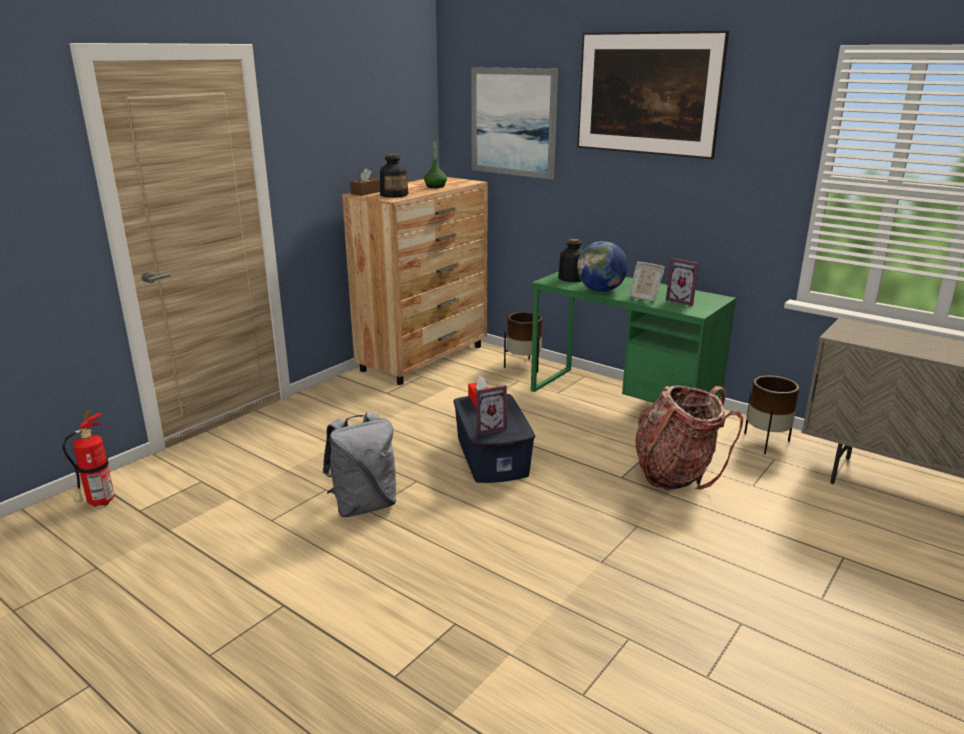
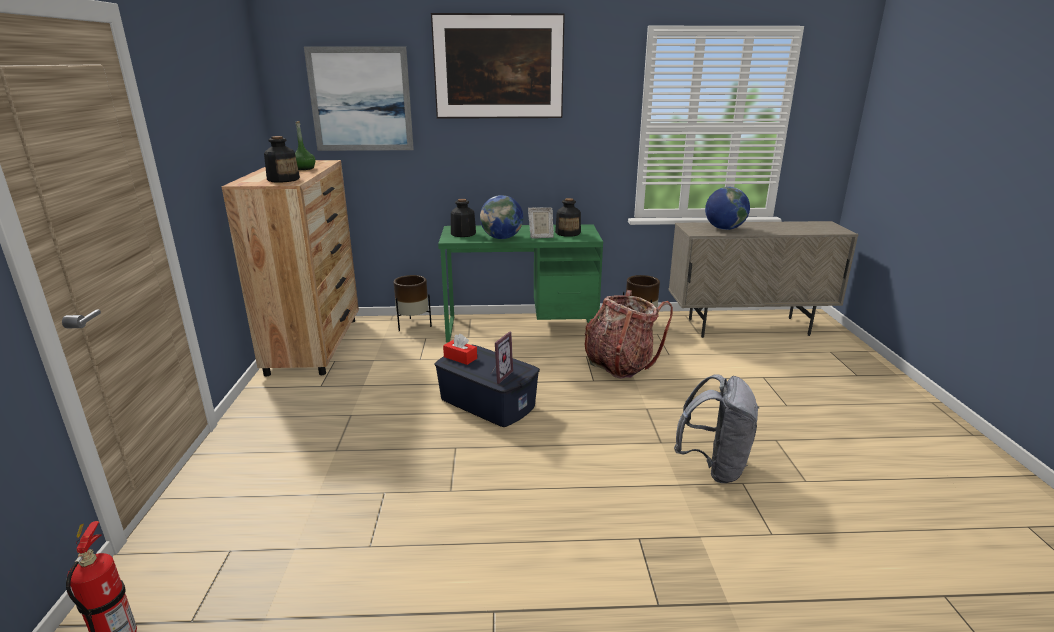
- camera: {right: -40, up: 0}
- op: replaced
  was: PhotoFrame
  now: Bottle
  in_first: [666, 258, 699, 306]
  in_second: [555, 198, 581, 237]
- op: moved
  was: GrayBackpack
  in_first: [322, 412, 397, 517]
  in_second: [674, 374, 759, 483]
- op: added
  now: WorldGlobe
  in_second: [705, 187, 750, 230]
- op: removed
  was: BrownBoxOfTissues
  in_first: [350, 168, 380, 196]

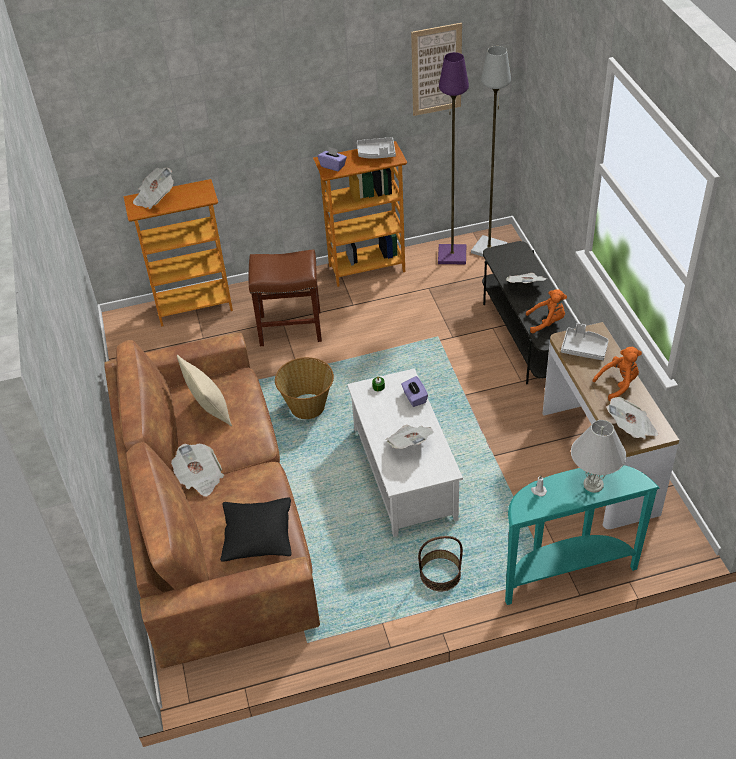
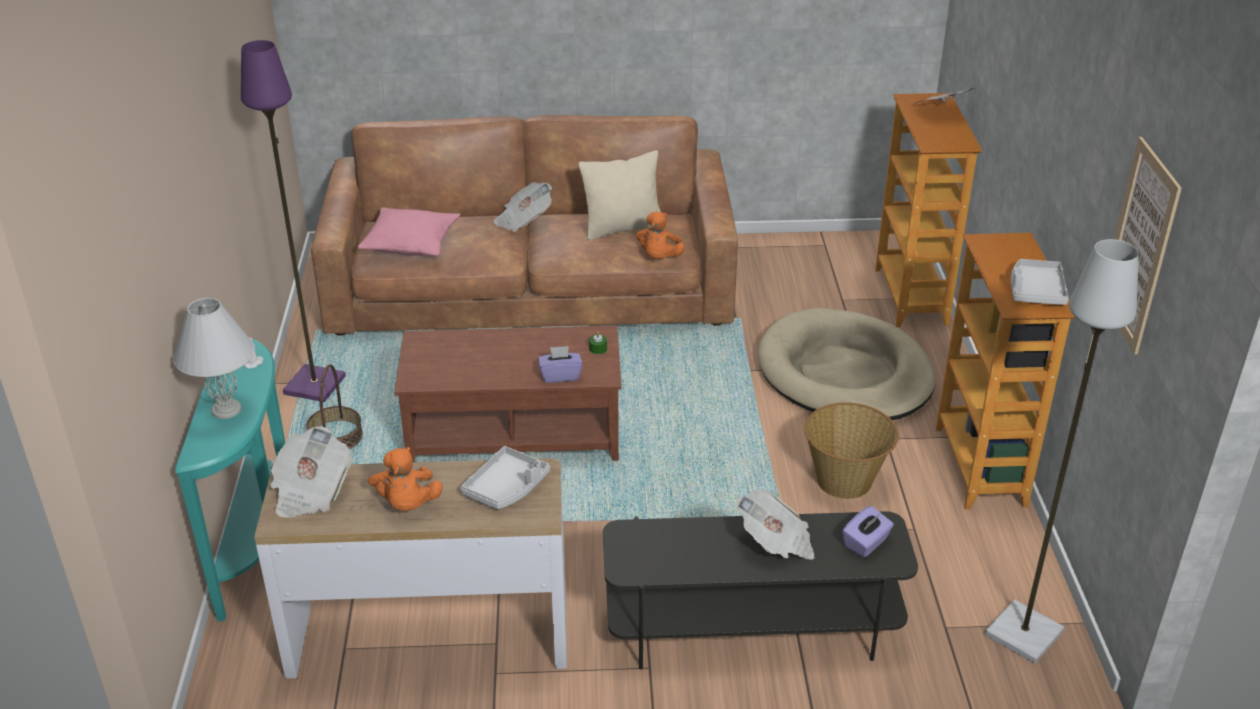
- camera: {right: 100, up: -10}
- op: moved
  was: PurpleColouredFloorLamp
  in_first: [438, 52, 469, 264]
  in_second: [241, 40, 346, 402]
- op: recoloured
  was: BlackishPillow
  now: PinkPillow
  in_first: [220, 497, 292, 562]
  in_second: [358, 207, 460, 256]
- op: recoloured
  was: WhiteLoungeTable
  now: BrownLoungeTable
  in_first: [347, 368, 463, 537]
  in_second: [394, 325, 622, 462]
- op: moved
  was: OrangeyPlushToy
  in_first: [526, 289, 567, 333]
  in_second: [636, 211, 685, 259]
- op: replaced
  was: BrownSittingStool
  now: BeigePetBed
  in_first: [249, 249, 322, 346]
  in_second: [758, 308, 936, 420]
- op: moved
  was: Basket
  in_first: [275, 357, 334, 419]
  in_second: [804, 402, 899, 499]
- op: moved
  was: PurpleColouredBoxOfTissues
  in_first: [318, 147, 347, 171]
  in_second: [842, 506, 894, 558]
- op: removed
  was: Newspaper
  in_first: [386, 425, 434, 449]

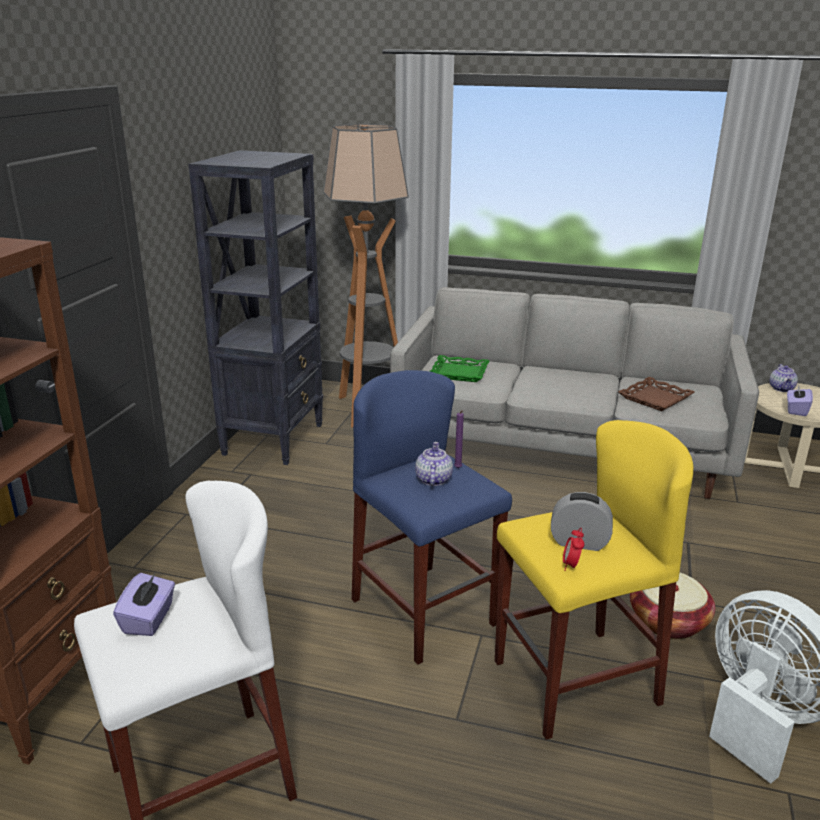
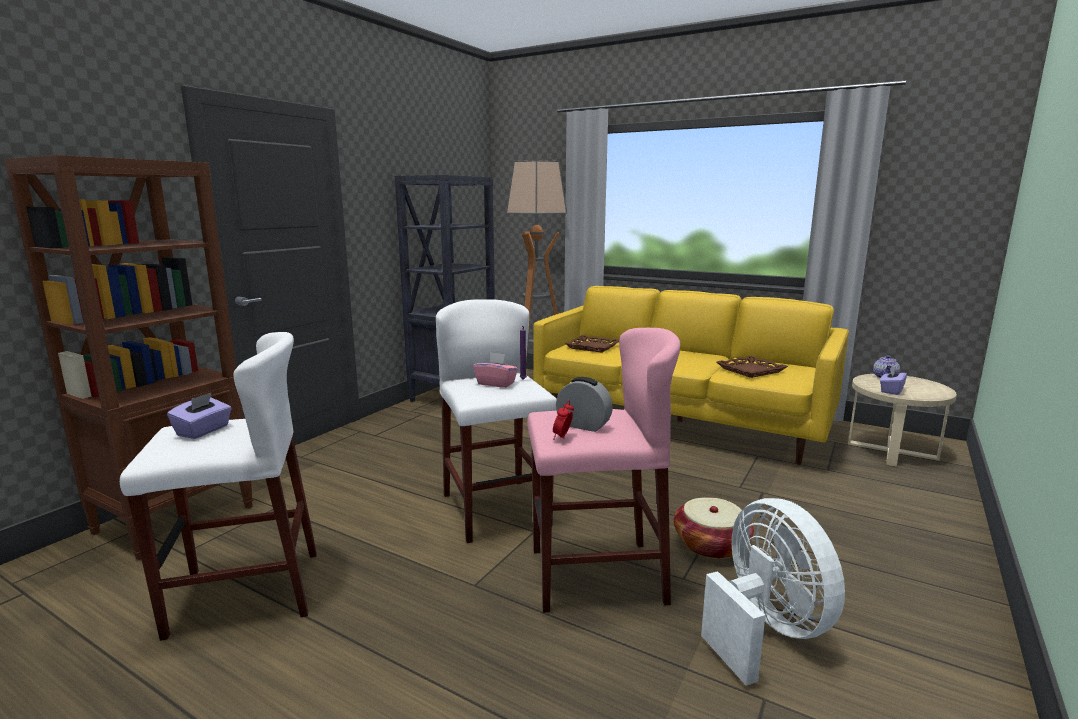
- camera: {right: 15, up: -10}
- op: recoloured
  was: BlueColouredSittingStool
  now: WhiteSittingStool
  in_first: [352, 370, 512, 665]
  in_second: [436, 299, 556, 543]
- op: replaced
  was: PotForTea
  now: PinkBoxOfTissues
  in_first: [415, 442, 453, 486]
  in_second: [473, 353, 518, 388]
- op: recoloured
  was: YellowSittingStool
  now: PinkSittingStool
  in_first: [495, 420, 693, 740]
  in_second: [527, 328, 681, 613]
- op: recoloured
  was: GraySettee
  now: YellowSettee
  in_first: [390, 287, 759, 499]
  in_second: [533, 286, 849, 465]
- op: recoloured
  was: GreenishTray
  now: BrownTray
  in_first: [430, 355, 490, 382]
  in_second: [565, 335, 619, 353]

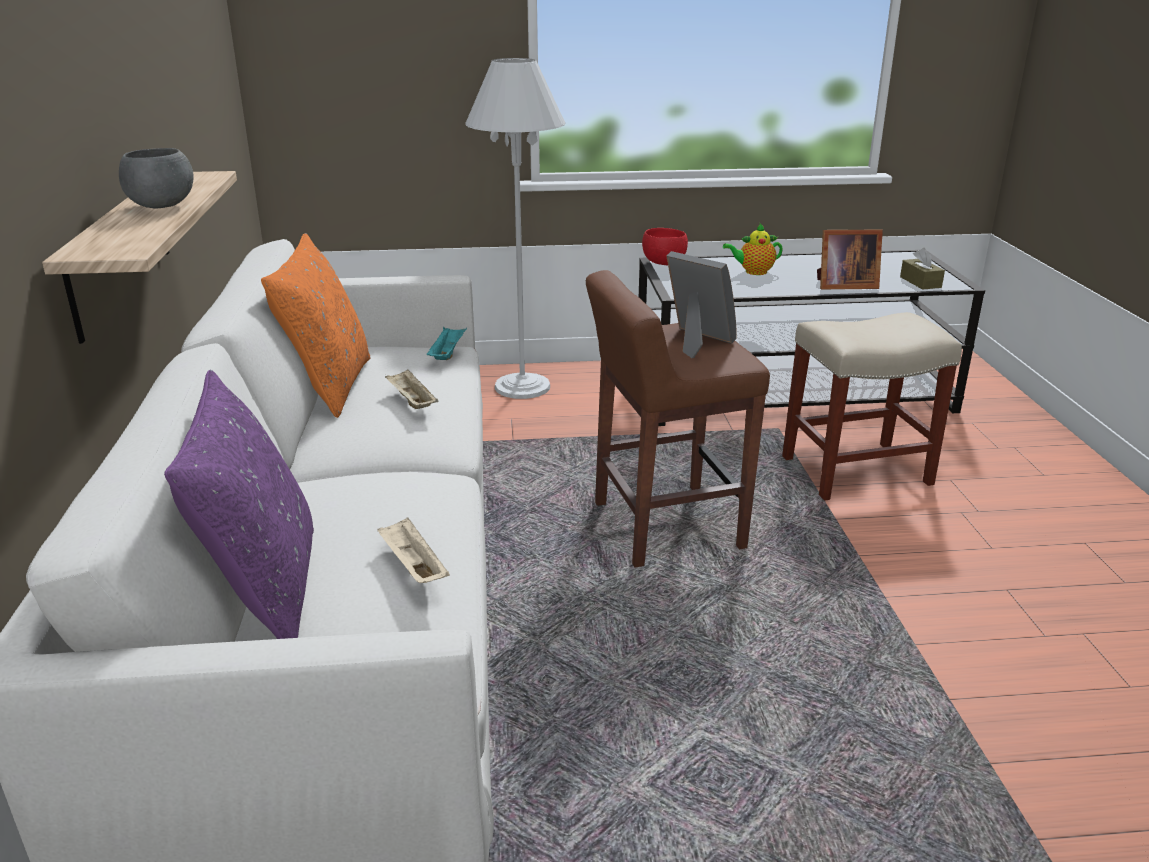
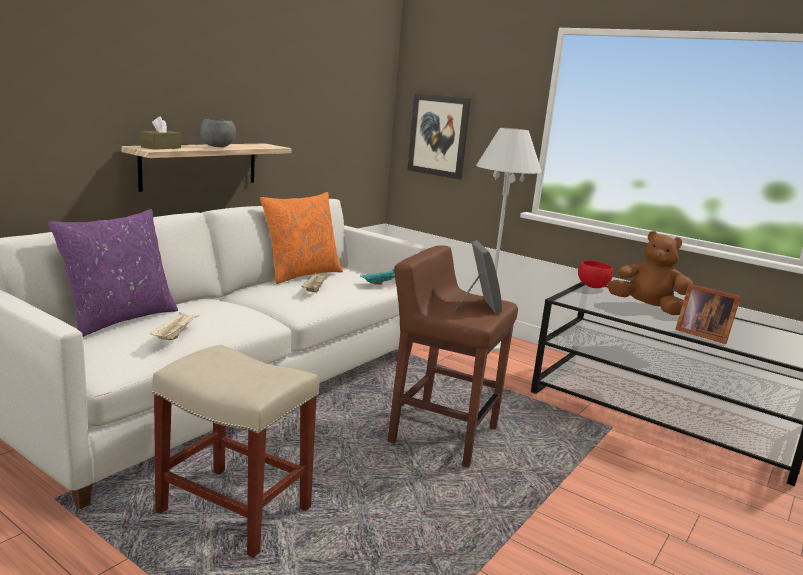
- camera: {right: 40, up: -10}
- op: moved
  was: BrownBoxOfTissues
  in_first: [900, 248, 945, 290]
  in_second: [141, 117, 181, 150]
- op: moved
  was: BeigeSittingStool
  in_first: [782, 312, 962, 501]
  in_second: [152, 345, 319, 558]
- op: added
  now: Picture
  in_second: [407, 93, 471, 179]
- op: replaced
  was: PotForTea
  now: BrownPlushToy
  in_first: [723, 224, 783, 275]
  in_second: [607, 231, 693, 315]

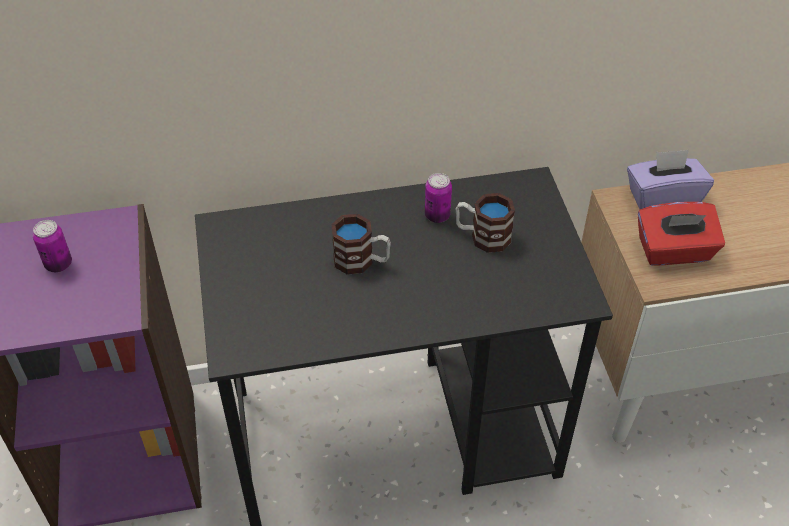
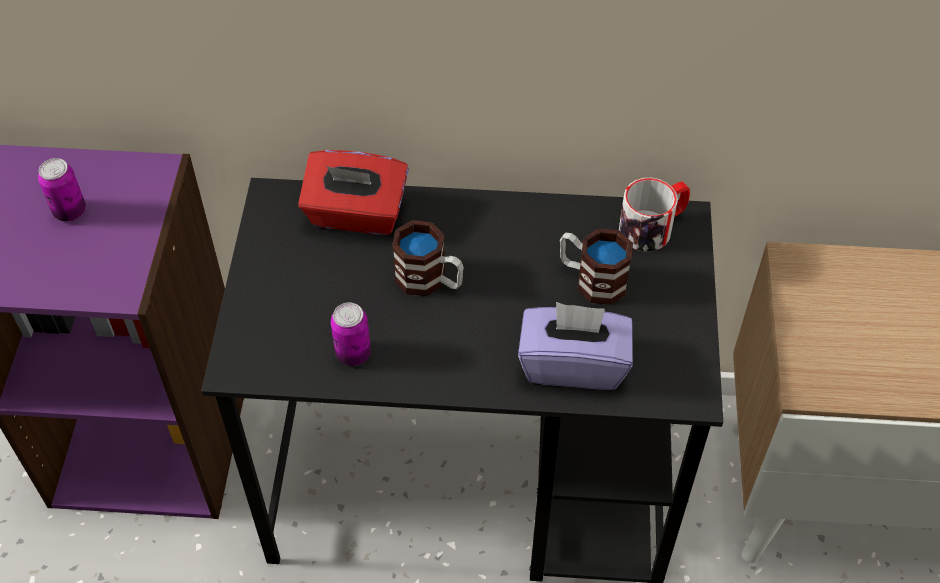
- camera: {right: 15, up: 5}
- op: moved
  was: RedBoxOfTissues
  in_first: [638, 202, 725, 266]
  in_second: [298, 150, 409, 235]
- op: moved
  was: Can
  in_first: [425, 173, 452, 223]
  in_second: [331, 302, 371, 366]
- op: moved
  was: PurpleColouredBoxOfTissues
  in_first: [627, 150, 714, 209]
  in_second: [518, 302, 633, 390]
- op: added
  now: TeaMug
  in_second: [619, 178, 690, 252]

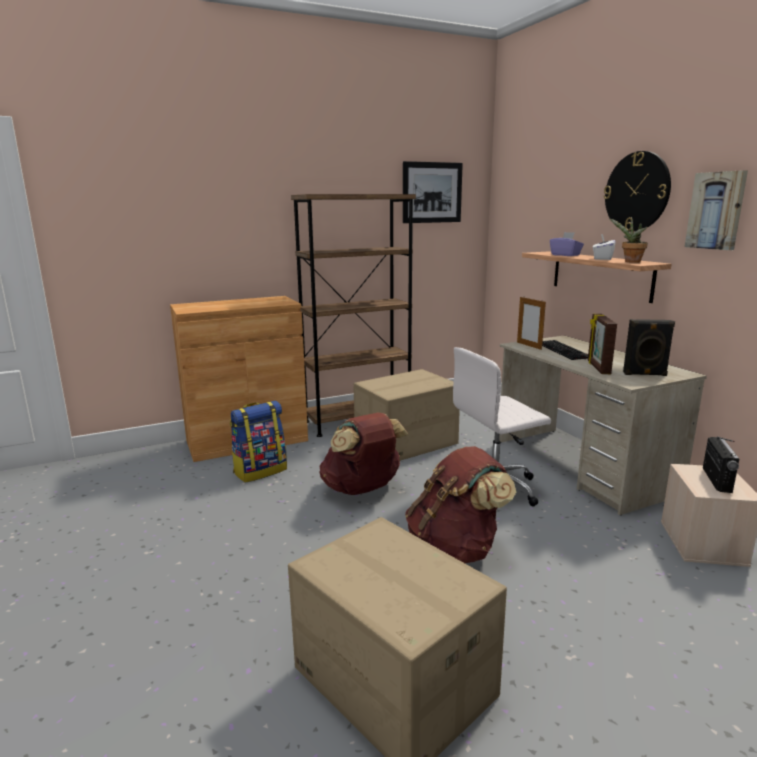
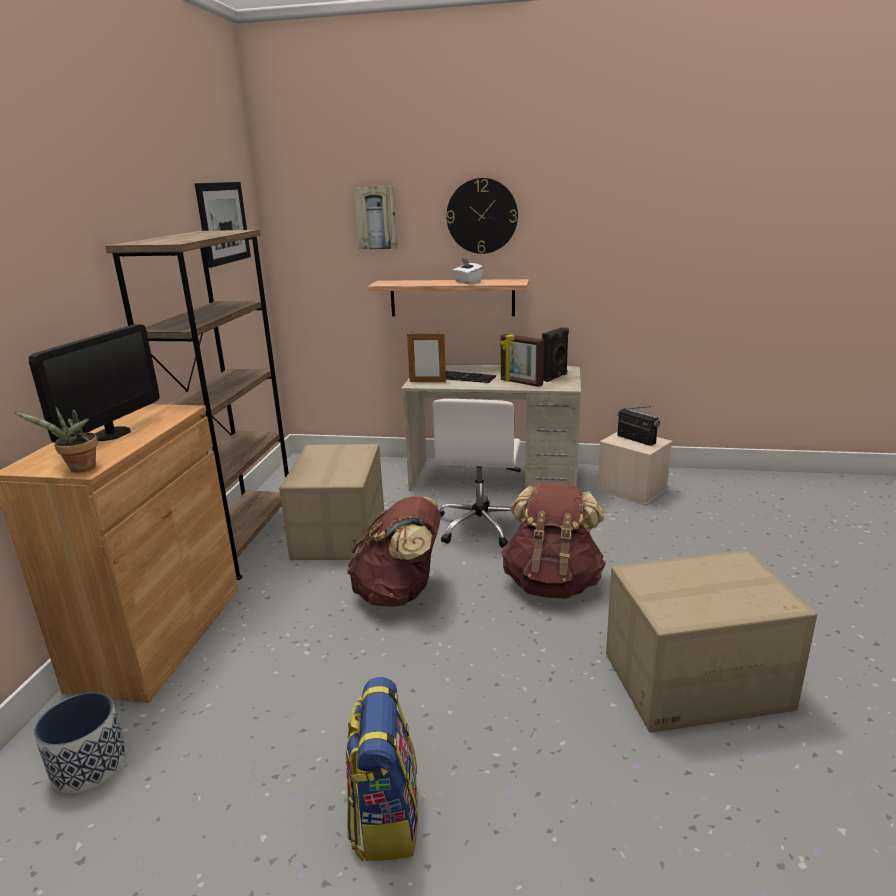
- camera: {right: -55, up: 5}
- op: moved
  was: PlantInAPot
  in_first: [609, 218, 648, 263]
  in_second: [15, 407, 98, 472]
- op: added
  now: ComputerDisplay
  in_second: [29, 324, 160, 443]
- op: added
  now: Planter
  in_second: [34, 692, 126, 793]
- op: moved
  was: Backpack
  in_first: [230, 401, 287, 483]
  in_second: [346, 677, 418, 861]
- op: moved
  was: Picture
  in_first: [684, 170, 748, 250]
  in_second: [354, 186, 397, 250]
- op: removed
  was: PurpleColouredBoxOfTissues
  in_first: [550, 232, 584, 256]

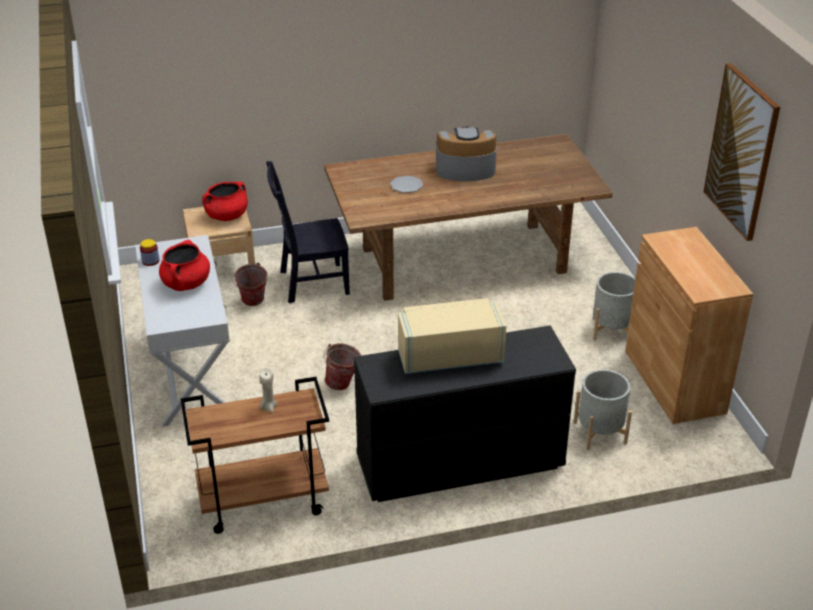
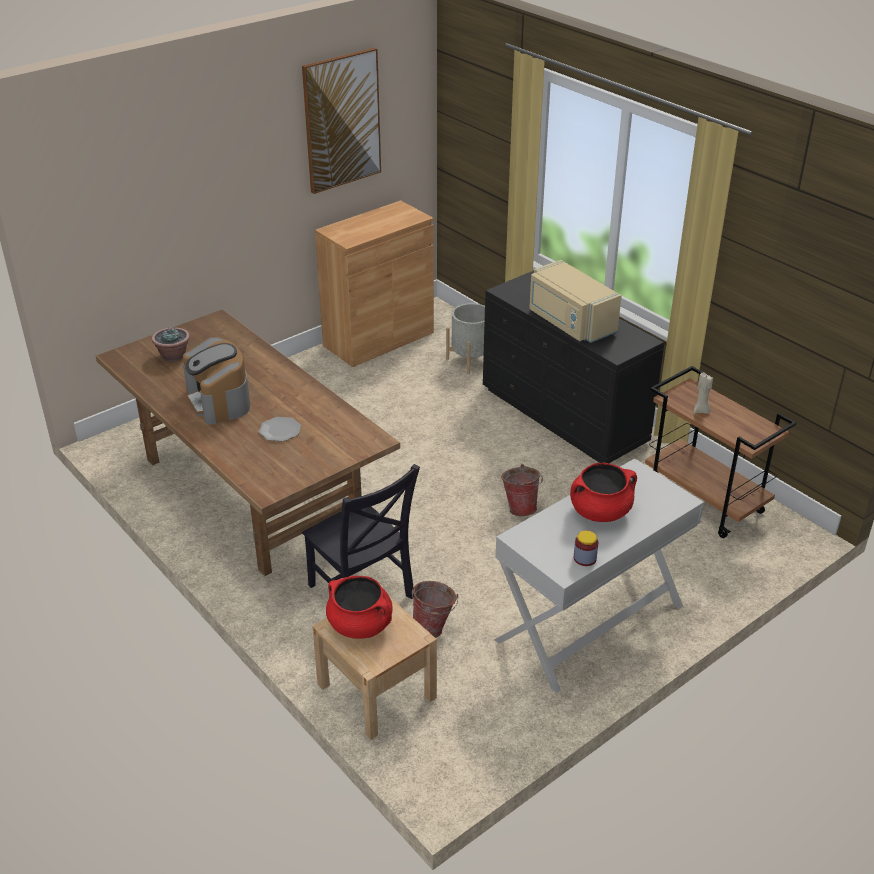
- camera: {right: -115, up: 0}
- op: added
  now: PlantInAPot
  in_second: [151, 327, 190, 361]
- op: removed
  was: GrayPlanter
  in_first: [593, 272, 636, 341]

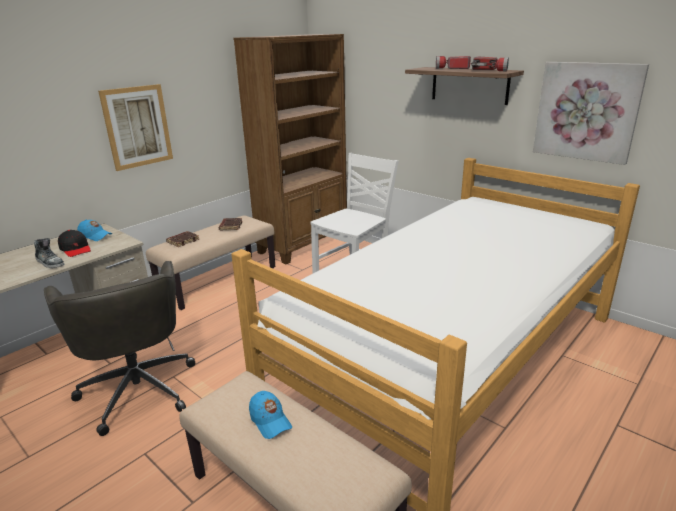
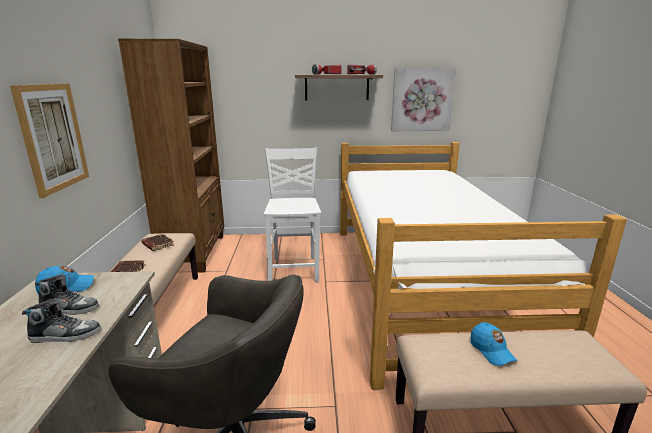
- camera: {right: -45, up: -5}
- op: replaced
  was: BlackishPeakedCap
  now: Shoe
  in_first: [58, 230, 91, 257]
  in_second: [35, 275, 99, 315]
- op: turned
  was: BlueColouredPeakedCap
  in_first: [249, 391, 292, 439]
  in_second: [471, 322, 517, 366]
  clockwise: 60

